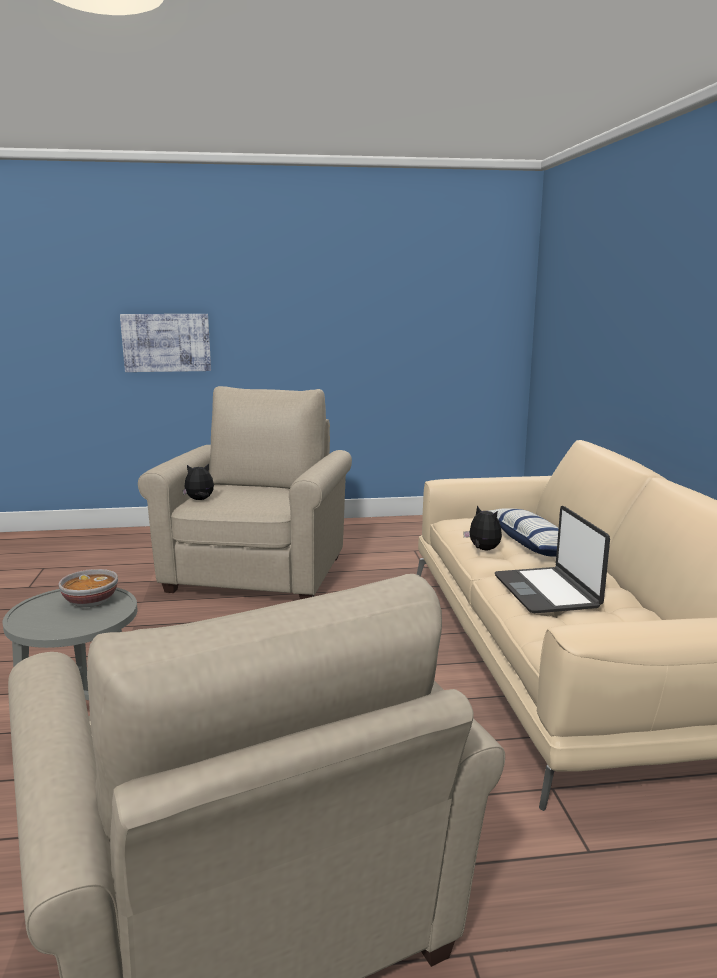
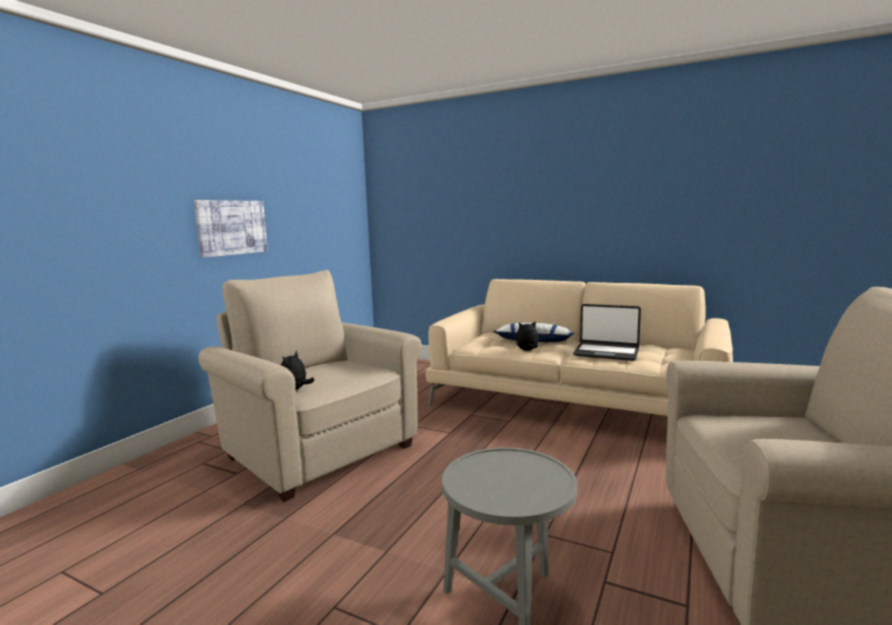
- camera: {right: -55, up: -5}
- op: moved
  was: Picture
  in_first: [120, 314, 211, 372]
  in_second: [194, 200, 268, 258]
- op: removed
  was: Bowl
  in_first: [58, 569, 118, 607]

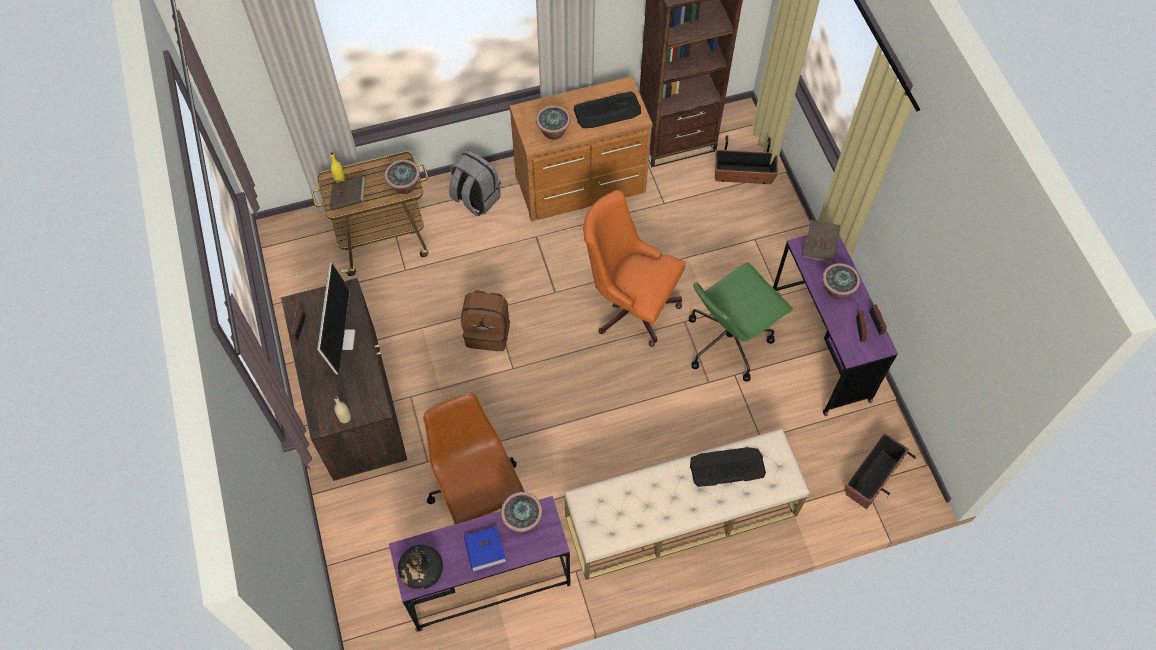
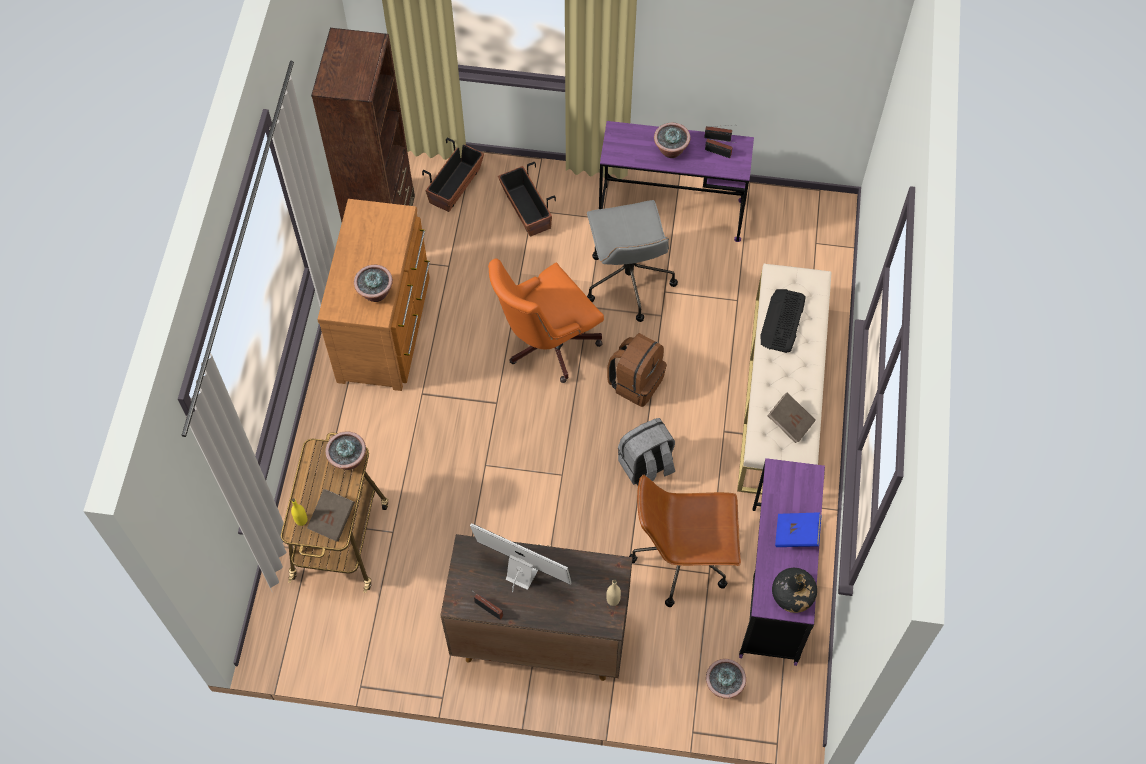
- camera: {right: -65, up: 0}
- op: moved
  was: Planter
  in_first: [845, 432, 916, 509]
  in_second: [498, 162, 556, 237]
- op: recoloured
  was: GreenishDeskChair
  now: GrayDeskChair
  in_first: [689, 262, 793, 382]
  in_second: [587, 200, 678, 322]
- op: moved
  was: BrownBackpack
  in_first: [461, 290, 510, 351]
  in_second: [607, 333, 667, 407]
- op: moved
  was: GrayBackpack
  in_first: [449, 150, 501, 216]
  in_second: [618, 418, 675, 486]
- op: moved
  was: PlantInAPot
  in_first: [501, 492, 543, 532]
  in_second: [706, 659, 746, 699]
- op: moved
  was: BrownVolume
  in_first: [803, 220, 840, 263]
  in_second: [768, 393, 816, 443]
- op: removed
  was: Keyboard
  in_first: [574, 92, 641, 128]

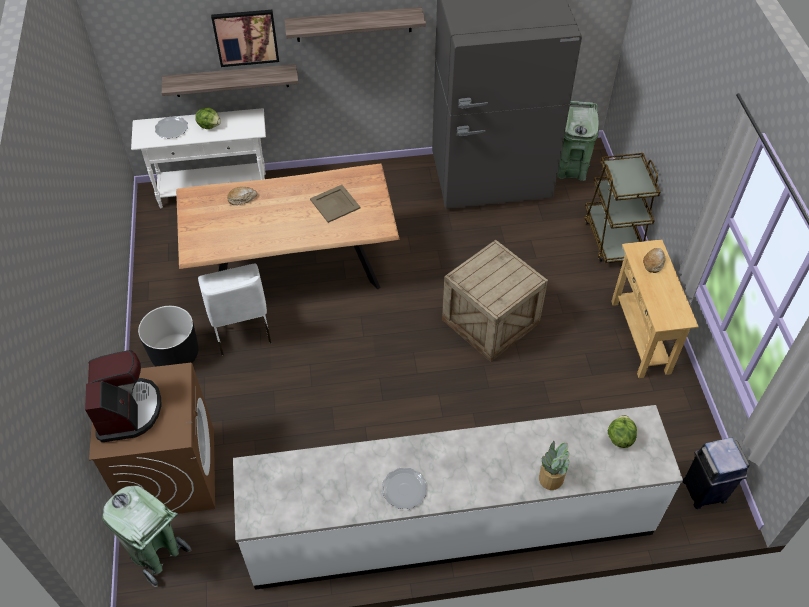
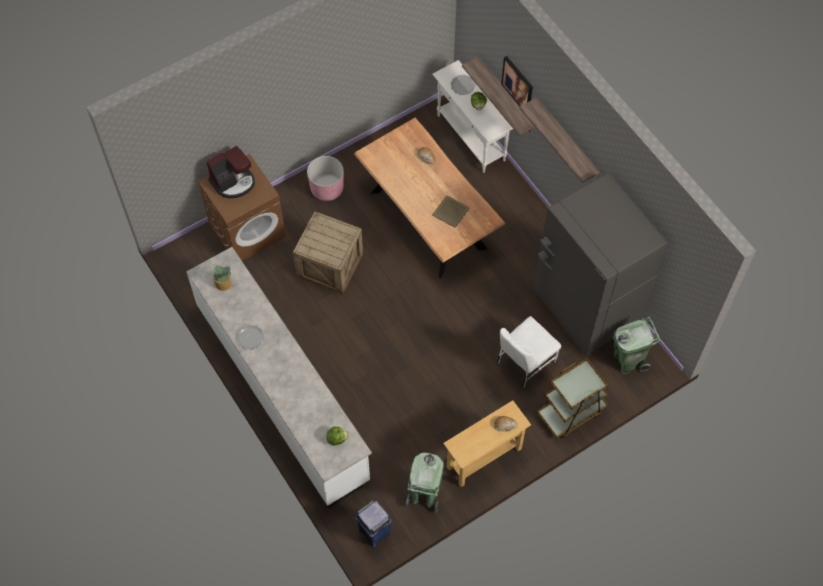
- camera: {right: 65, up: 10}
- op: moved
  was: PlantInAPot
  in_first: [539, 441, 570, 490]
  in_second: [211, 265, 232, 291]
- op: moved
  was: Crate
  in_first: [442, 240, 548, 362]
  in_second: [293, 211, 363, 294]
- op: recoloured
  was: BlackishPlanter
  now: PinkPlanter
  in_first: [138, 306, 198, 367]
  in_second: [307, 156, 344, 201]
- op: moved
  was: GreenishTrashCan
  in_first: [102, 486, 192, 587]
  in_second: [405, 453, 444, 513]
- op: moved
  was: WhiteUprightChair
  in_first: [198, 264, 272, 356]
  in_second: [497, 316, 561, 388]

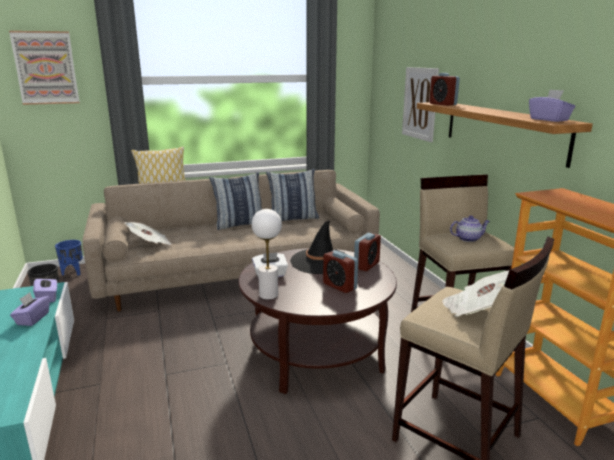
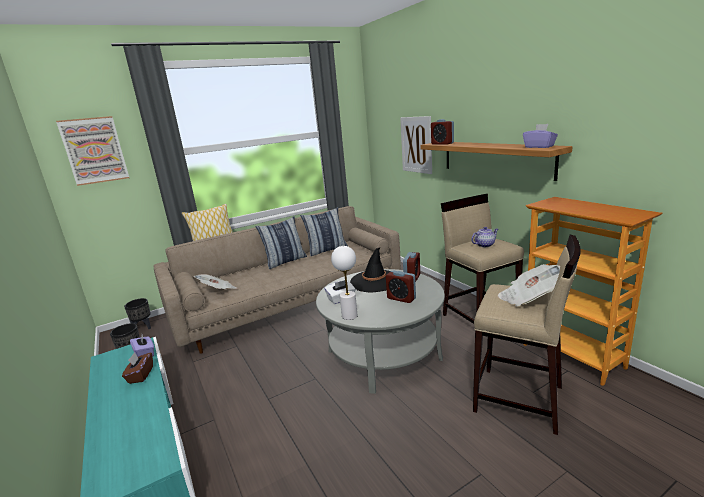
- camera: {right: -10, up: 0}
- op: recoloured
  was: PurpleColouredBoxOfTissues
  now: BrownBoxOfTissues
  in_first: [10, 292, 50, 326]
  in_second: [122, 352, 153, 384]
- op: recoloured
  was: BlueColouredPlanter
  now: BlackishPlanter
  in_first: [55, 240, 83, 276]
  in_second: [124, 298, 151, 329]
- op: recoloured
  was: BrownLoungeTable
  now: GrayLoungeTable
  in_first: [239, 248, 397, 394]
  in_second: [316, 269, 445, 394]

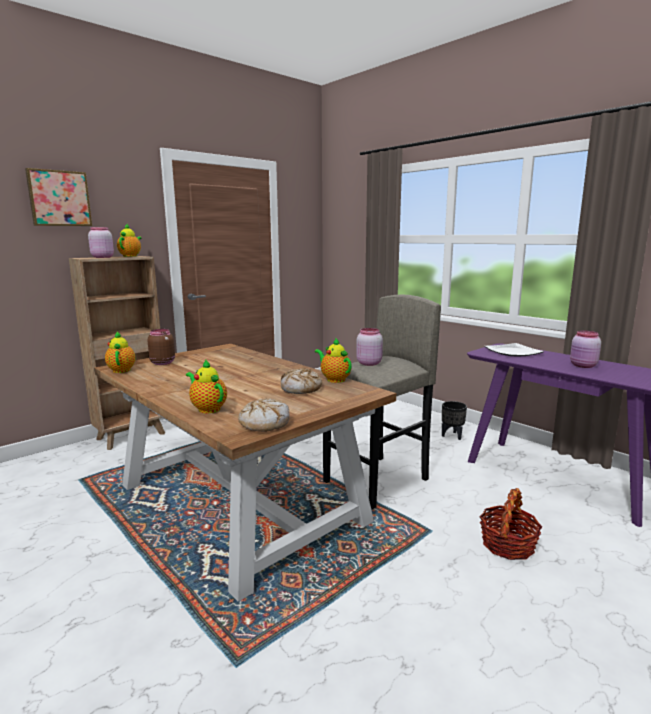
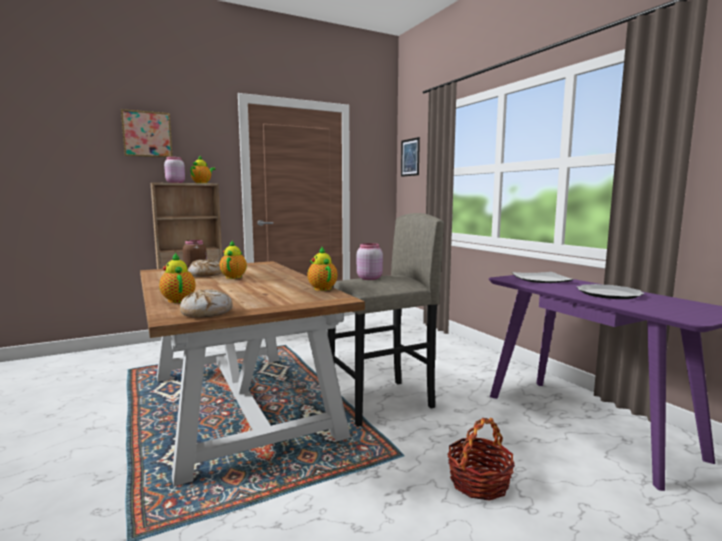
- camera: {right: 15, up: -5}
- op: moved
  was: BakeryBread
  in_first: [281, 368, 322, 394]
  in_second: [188, 259, 222, 277]
- op: moved
  was: PotForTea
  in_first: [105, 331, 135, 373]
  in_second: [220, 240, 247, 279]
- op: added
  now: Picture
  in_second: [401, 137, 420, 177]
- op: replaced
  was: PinkPreserveJar
  now: FlatDish
  in_first: [570, 330, 601, 368]
  in_second: [577, 284, 644, 299]
- op: removed
  was: BlackishPlanter
  in_first: [442, 401, 467, 440]

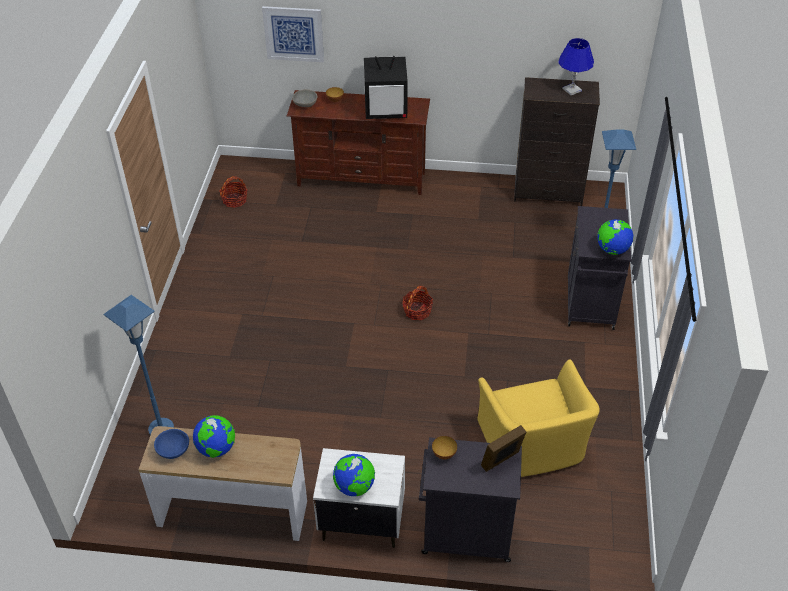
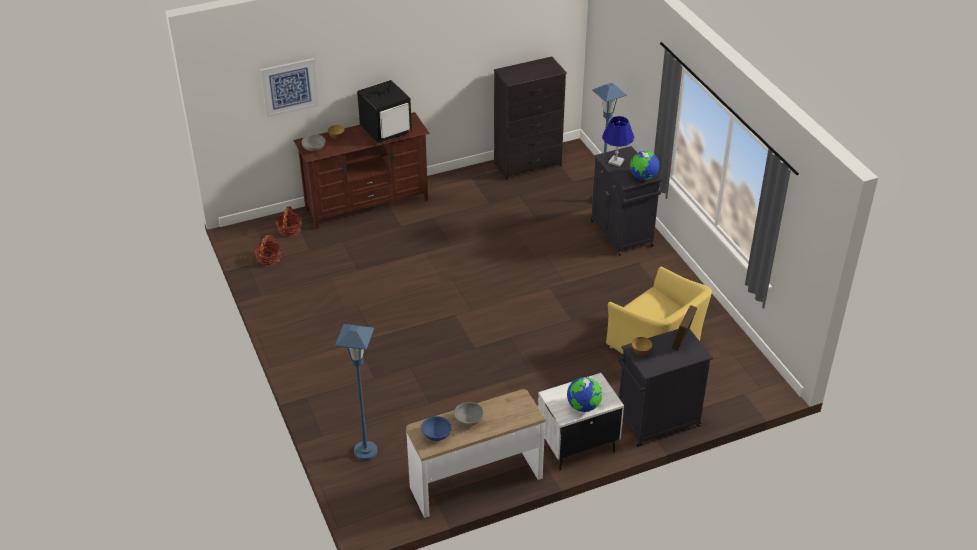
- camera: {right: -30, up: -5}
- op: moved
  was: Basket
  in_first: [403, 286, 433, 320]
  in_second: [275, 206, 302, 237]
- op: replaced
  was: WorldGlobe
  now: GrayBowl
  in_first: [193, 415, 235, 458]
  in_second: [454, 402, 484, 426]
- op: moved
  was: BlueColouredTableLamp
  in_first: [558, 38, 594, 95]
  in_second: [602, 116, 634, 167]

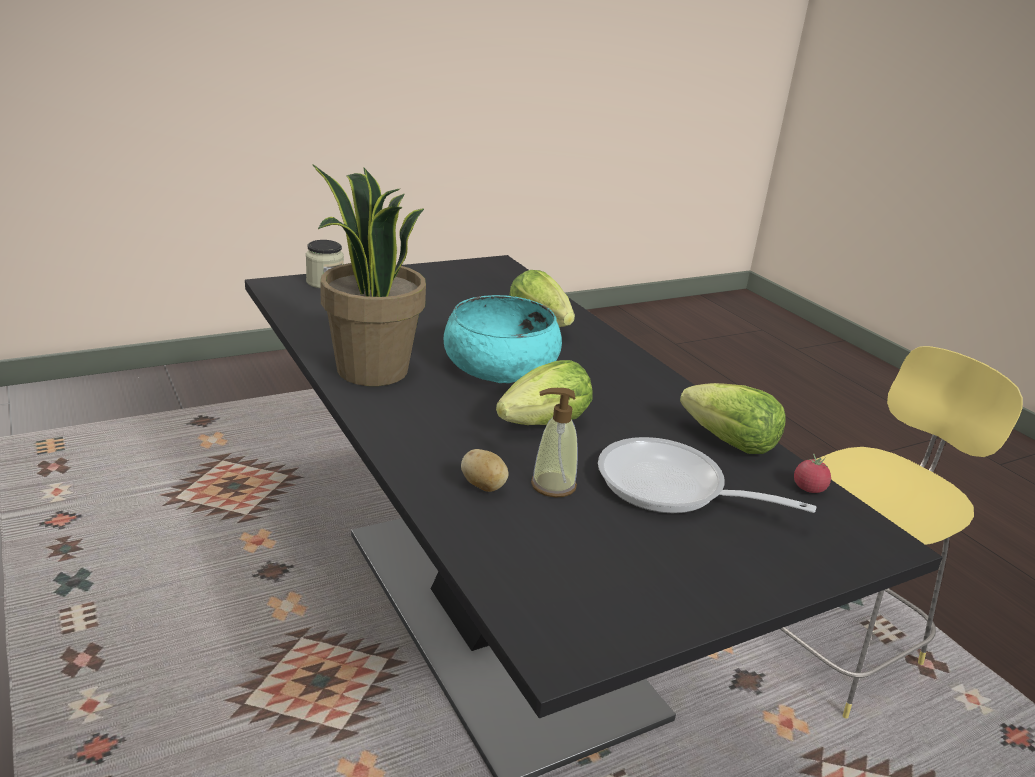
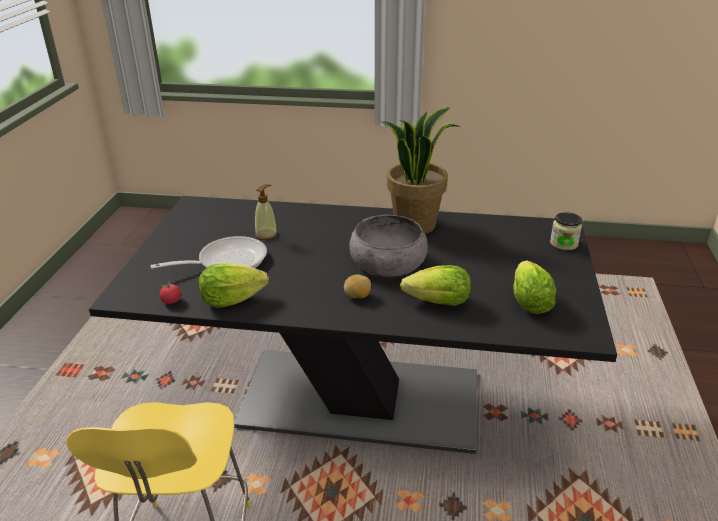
- camera: {right: 130, up: 5}
- op: moved
  was: Spud
  in_first: [461, 449, 509, 492]
  in_second: [344, 274, 371, 298]
- op: recoloured
  was: BlueGreenBowl
  now: GrayBowl
  in_first: [444, 295, 562, 383]
  in_second: [350, 215, 428, 277]
- op: moved
  was: Lettuce
  in_first: [496, 360, 592, 425]
  in_second: [513, 261, 556, 314]

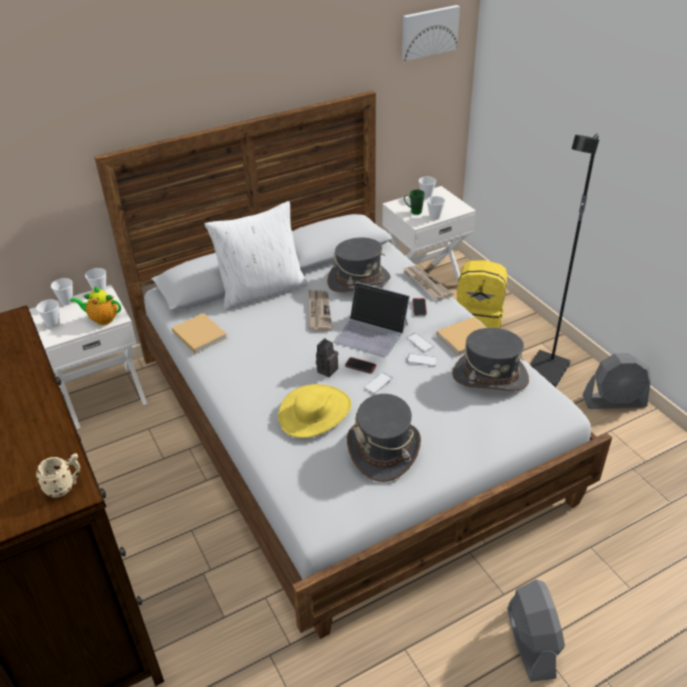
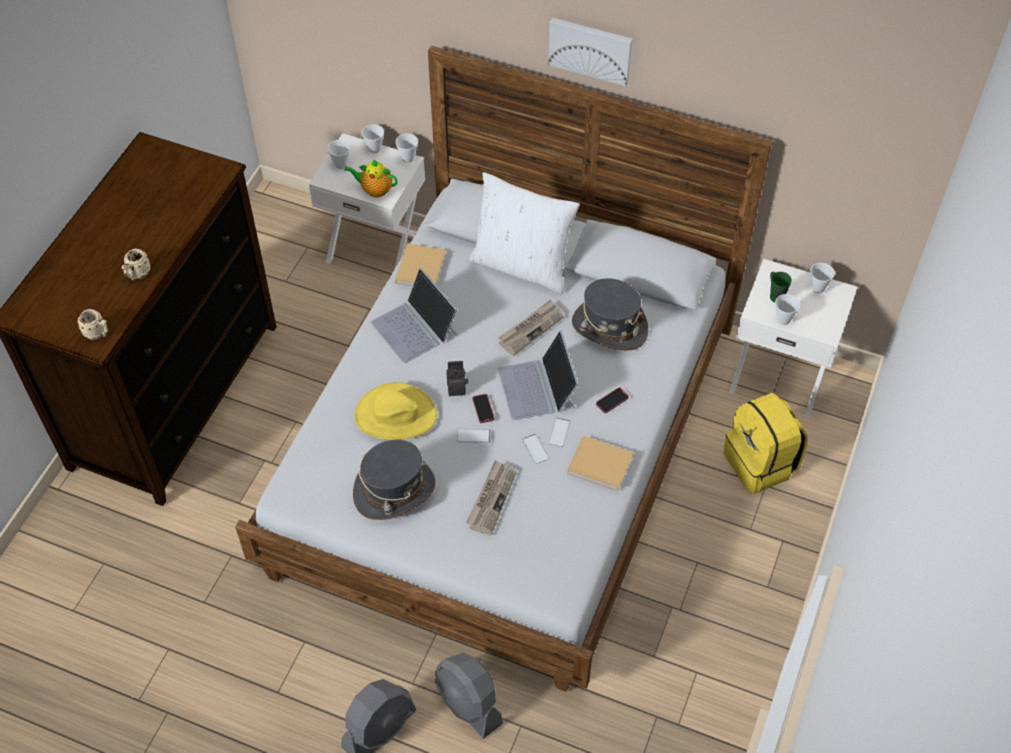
- camera: {right: 50, up: 15}
- op: added
  now: BeigeTeaMug
  in_second: [122, 248, 151, 281]
- op: turned
  was: PotForTea
  in_first: [70, 286, 121, 325]
  in_second: [344, 160, 398, 197]
  clockwise: -45
- op: added
  now: Laptop
  in_second: [371, 268, 457, 363]
- op: moved
  was: GrayCoolingFan
  in_first: [583, 353, 651, 409]
  in_second: [435, 653, 503, 739]
- op: moved
  was: Newspaper
  in_first: [403, 265, 453, 301]
  in_second: [466, 460, 517, 535]
- op: moved
  was: Picture
  in_first: [402, 5, 460, 61]
  in_second: [548, 18, 633, 86]
- op: removed
  was: GrayWearableHat
  in_first: [452, 328, 529, 391]
- op: removed
  was: BlackishFloorLamp
  in_first: [530, 133, 599, 387]

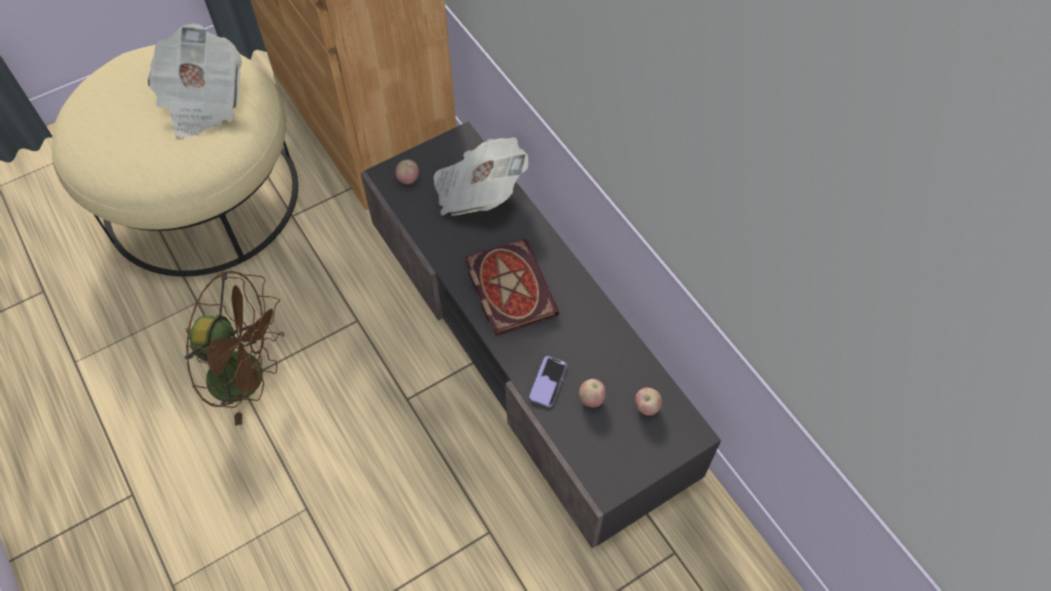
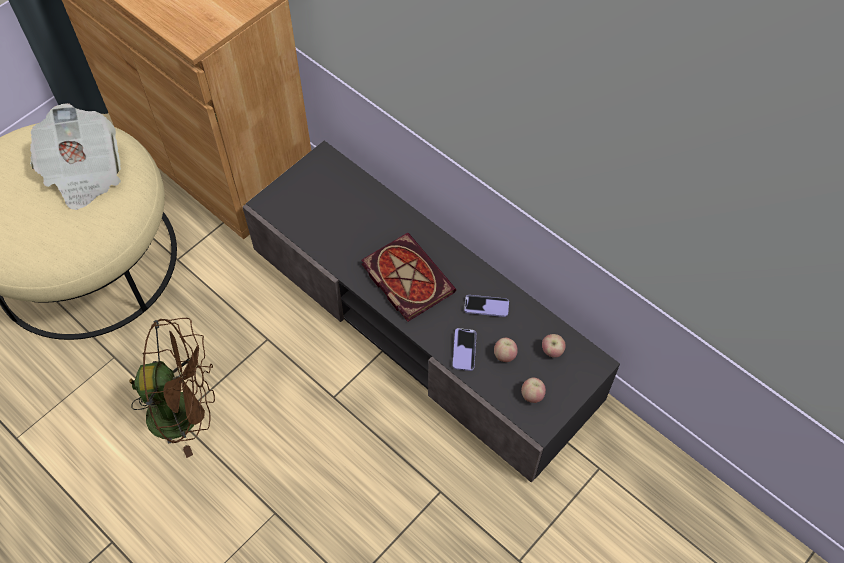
- camera: {right: -15, up: 0}
- op: added
  now: Phone
  in_second: [464, 295, 509, 317]
- op: moved
  was: Apple
  in_first: [396, 159, 419, 184]
  in_second: [521, 378, 546, 403]
- op: removed
  was: Newspaper
  in_first: [433, 137, 529, 216]

